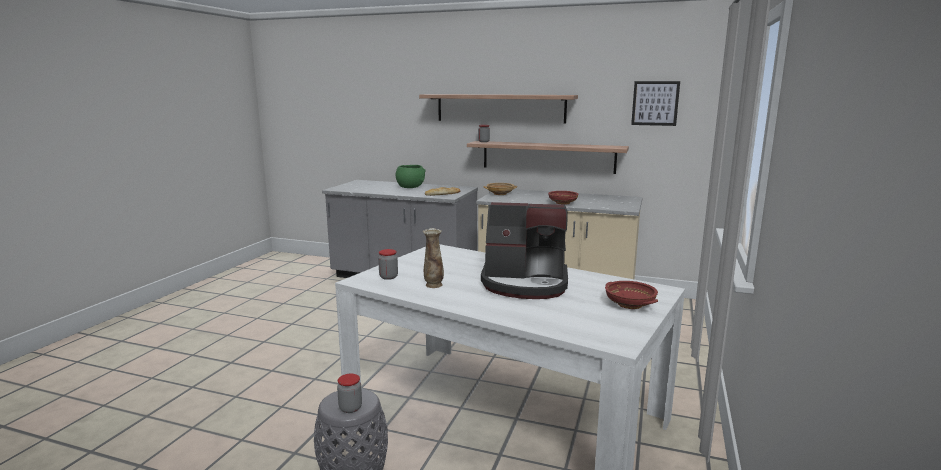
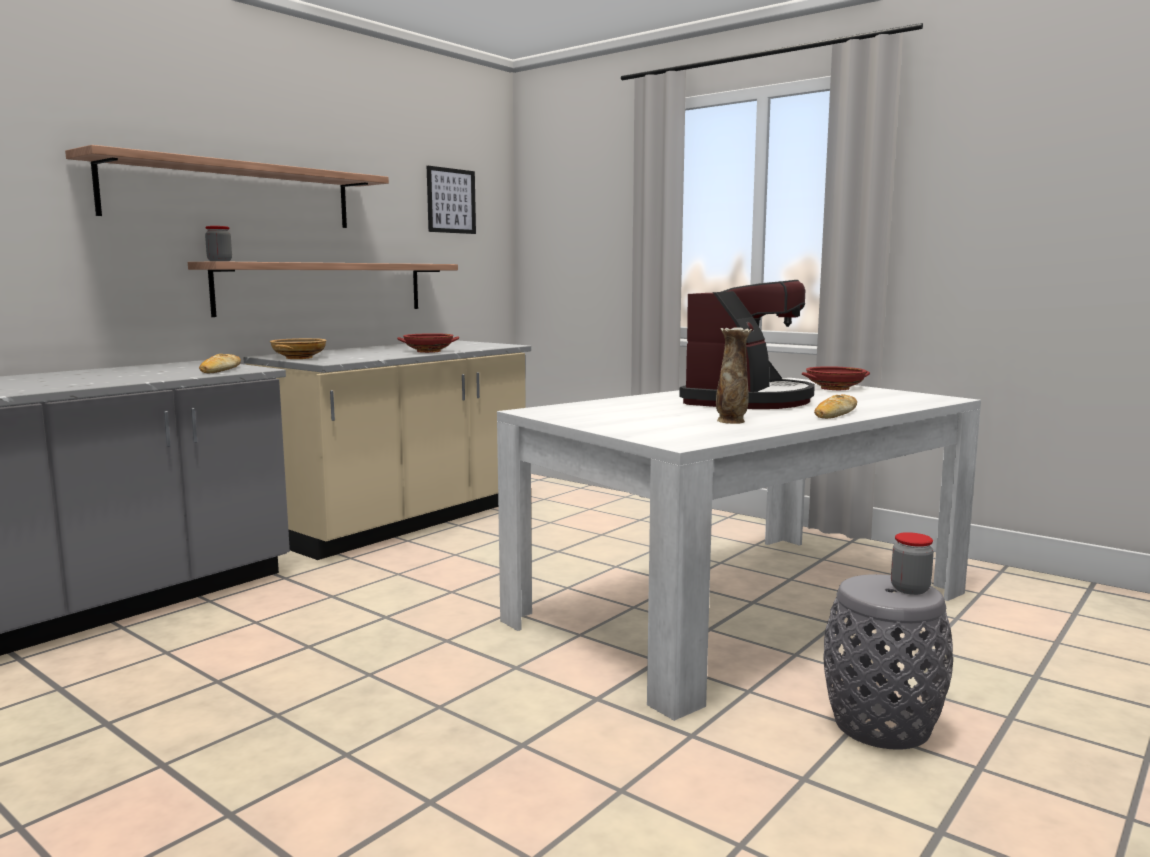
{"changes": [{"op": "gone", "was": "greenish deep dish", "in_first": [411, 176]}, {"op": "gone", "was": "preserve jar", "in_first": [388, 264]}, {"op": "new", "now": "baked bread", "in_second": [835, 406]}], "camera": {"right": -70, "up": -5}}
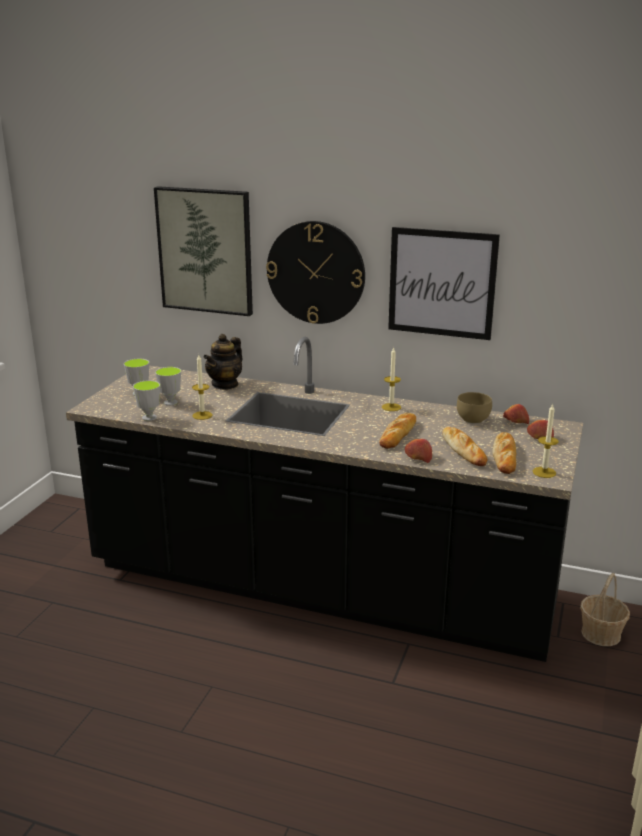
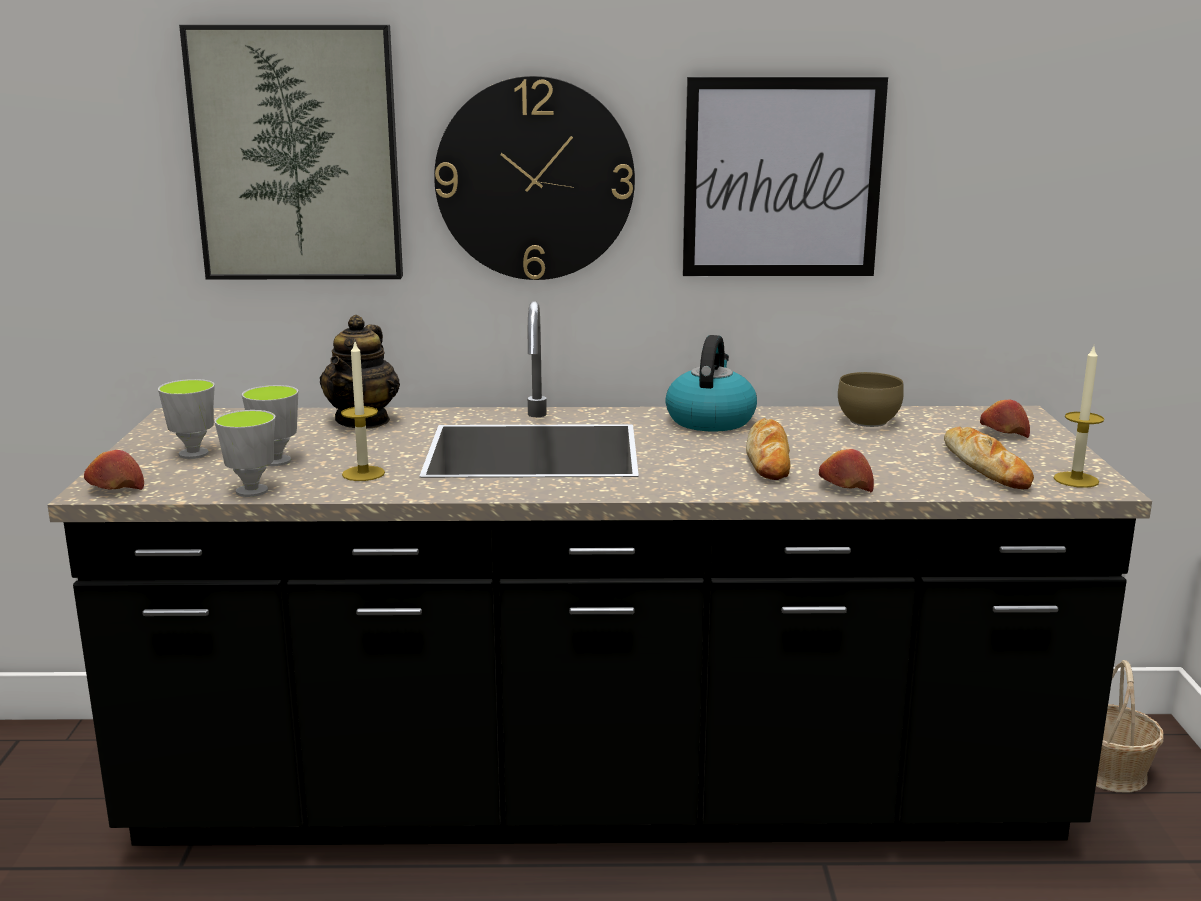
{"changes": [{"op": "swapped", "was": "wax light", "now": "kettle", "in_first": [391, 379], "in_second": [711, 383]}, {"op": "shifted", "was": "whole apple", "in_first": [516, 414], "in_second": [114, 470]}, {"op": "gone", "was": "baked bread", "in_first": [465, 446]}], "camera": {"right": -20, "up": -5}}
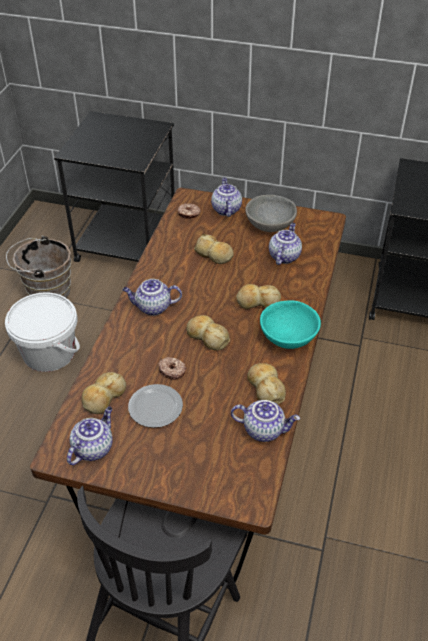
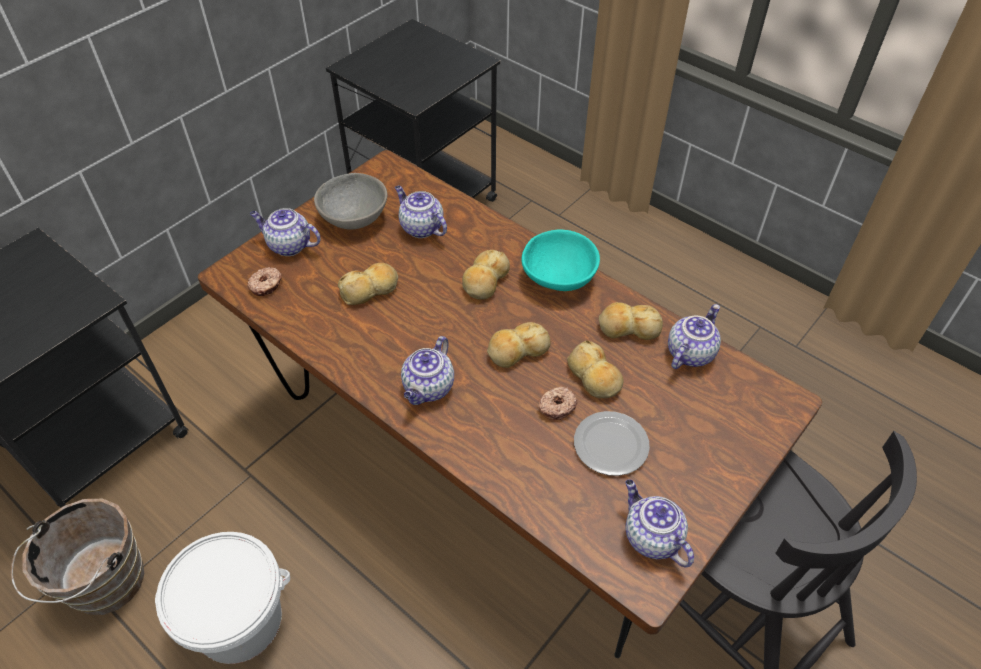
{"changes": [{"op": "shifted", "was": "baked bread", "in_first": [104, 393], "in_second": [595, 369]}], "camera": {"right": -65, "up": 5}}
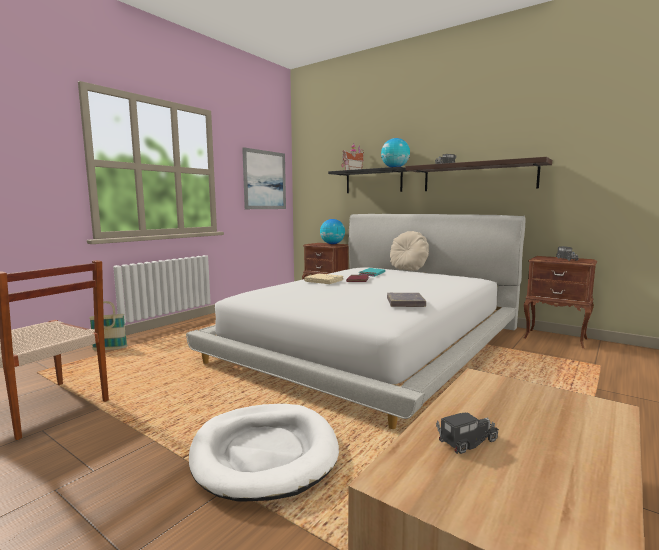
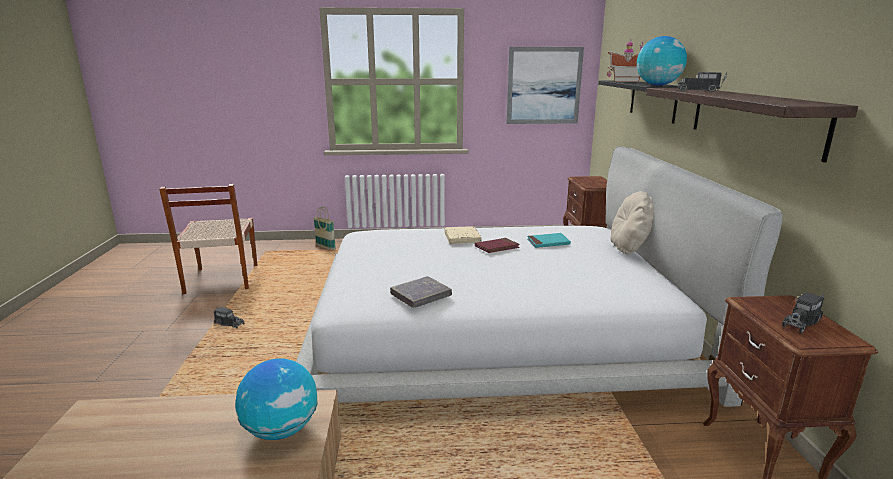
{"changes": [{"op": "shifted", "was": "world globe", "in_first": [332, 231], "in_second": [276, 399]}, {"op": "gone", "was": "white-coloured dog bed", "in_first": [264, 453]}, {"op": "shifted", "was": "model truck", "in_first": [467, 433], "in_second": [229, 317]}], "camera": {"right": 50, "up": 10}}
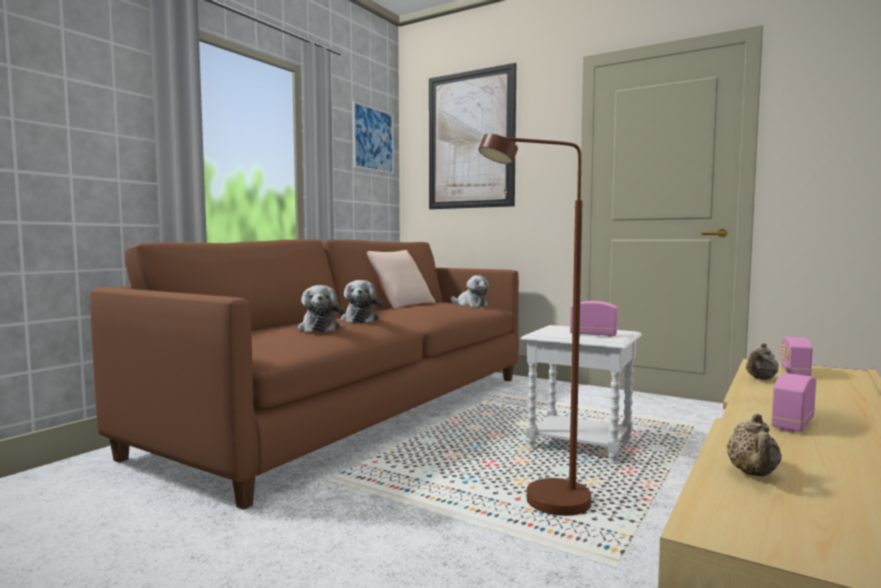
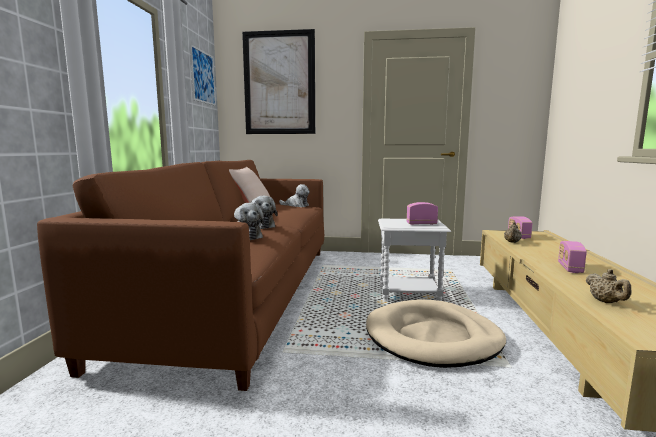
{"changes": [{"op": "swapped", "was": "brownish floor lamp", "now": "beige-coloured dog bed", "in_first": [534, 325], "in_second": [436, 333]}], "camera": {"right": -25, "up": 5}}
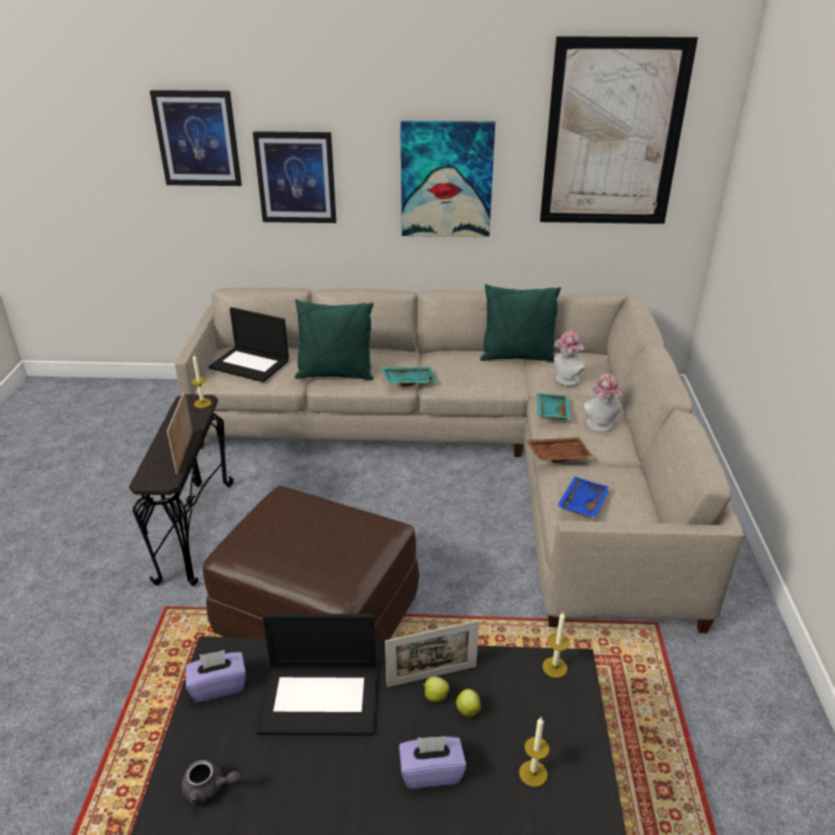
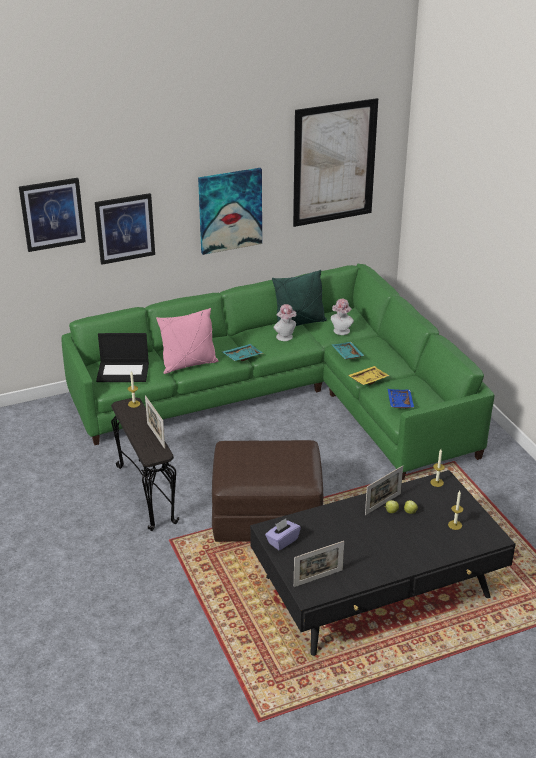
{"changes": [{"op": "repainted", "was": "beige-coloured couch", "now": "greenish couch", "in_first": [459, 460], "in_second": [278, 372]}, {"op": "repainted", "was": "greenish cushion", "now": "pinkish cushion", "in_first": [334, 339], "in_second": [187, 341]}, {"op": "shifted", "was": "hat", "in_first": [603, 402], "in_second": [284, 322]}, {"op": "repainted", "was": "brownish carrying tray", "now": "yellowish carrying tray", "in_first": [559, 450], "in_second": [368, 375]}, {"op": "gone", "was": "laptop", "in_first": [317, 674]}, {"op": "gone", "was": "purple tissue holder", "in_first": [433, 762]}, {"op": "swapped", "was": "greyish pot for tea", "now": "picture frame", "in_first": [211, 783], "in_second": [319, 564]}], "camera": {"right": -25, "up": 0}}
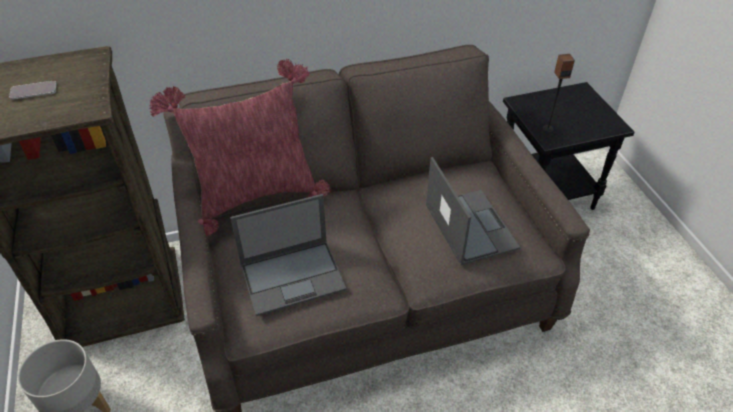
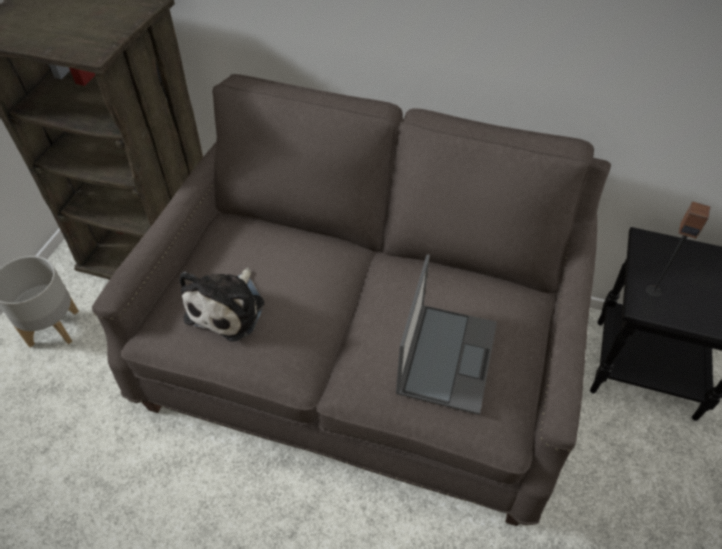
{"changes": [{"op": "gone", "was": "red cushion", "in_first": [240, 147]}, {"op": "gone", "was": "telephone", "in_first": [33, 90]}, {"op": "swapped", "was": "laptop", "now": "cuddly toy", "in_first": [288, 255], "in_second": [221, 304]}], "camera": {"right": 35, "up": 5}}
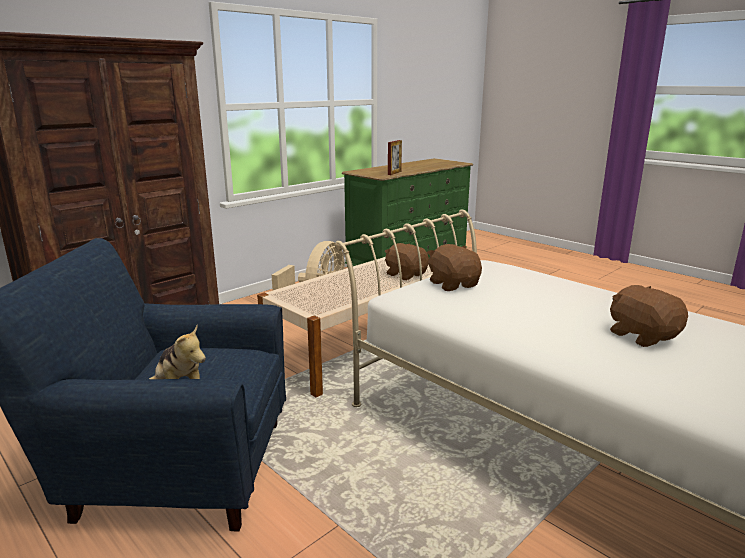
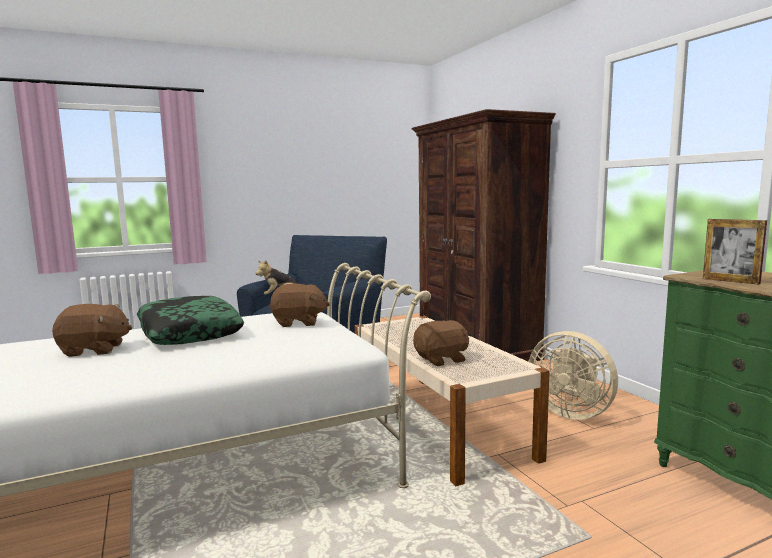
{"changes": [{"op": "new", "now": "cushion", "in_second": [190, 320]}], "camera": {"right": 110, "up": -10}}
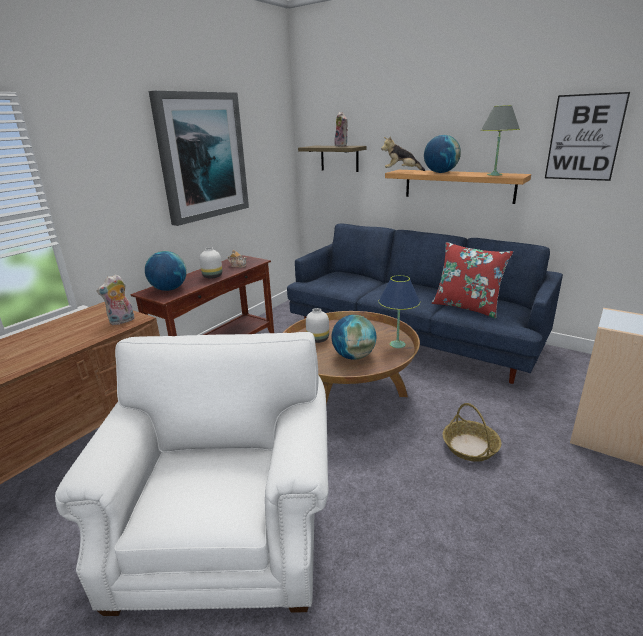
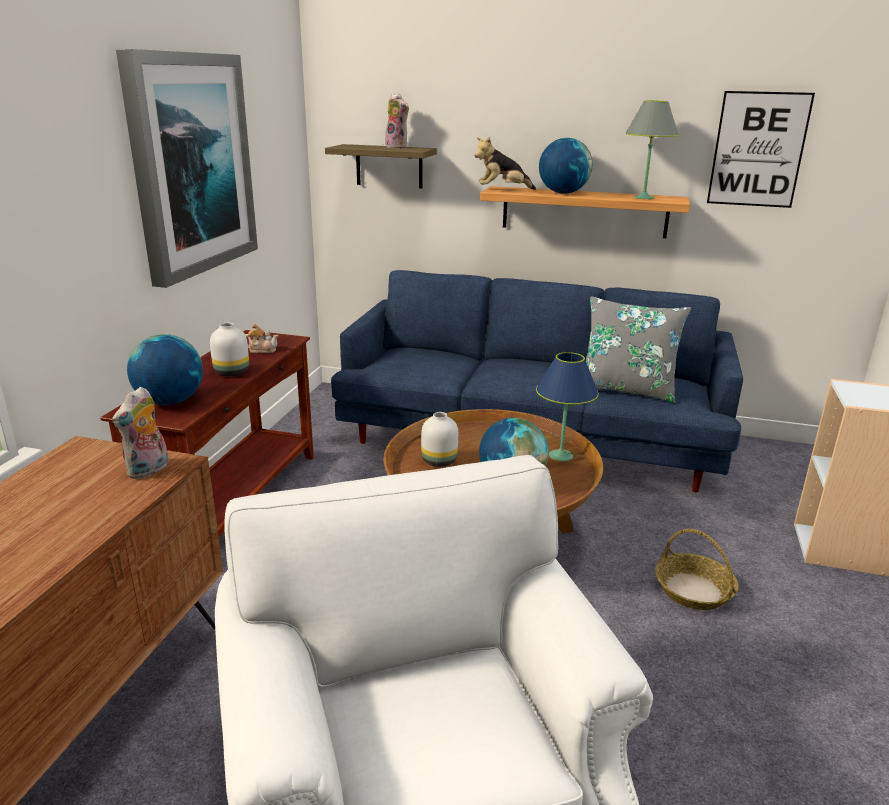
{"changes": [{"op": "repainted", "was": "red cushion", "now": "greyish cushion", "in_first": [472, 280], "in_second": [638, 349]}], "camera": {"right": -20, "up": 0}}
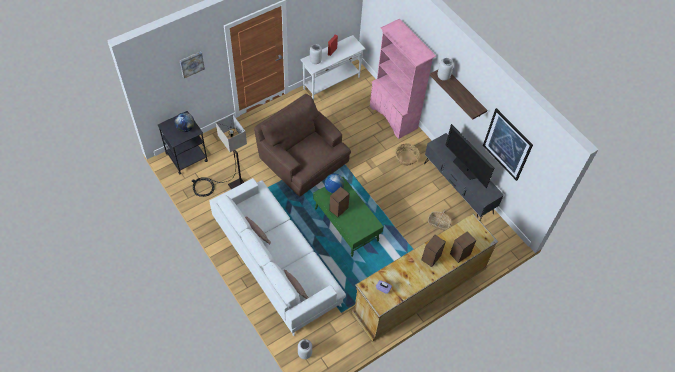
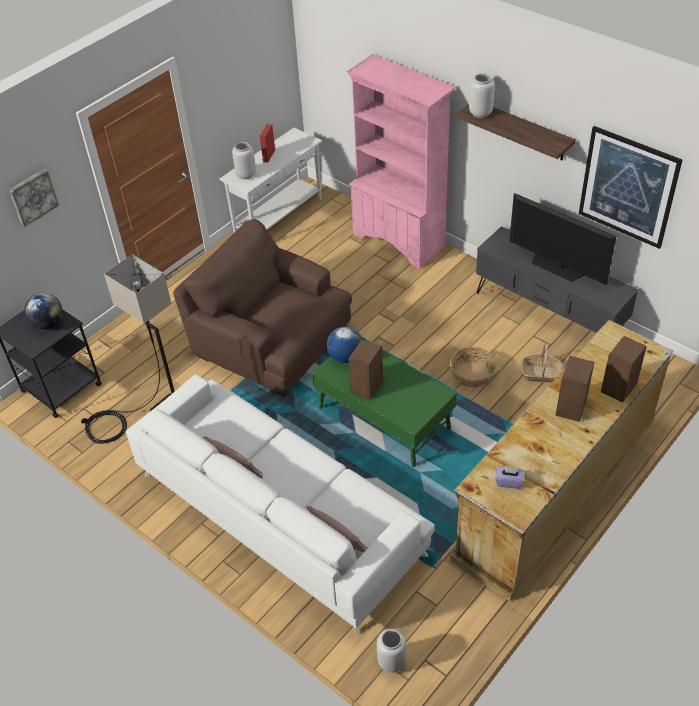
{"changes": [{"op": "shifted", "was": "household basket", "in_first": [407, 154], "in_second": [473, 367]}], "camera": {"right": -10, "up": -10}}
